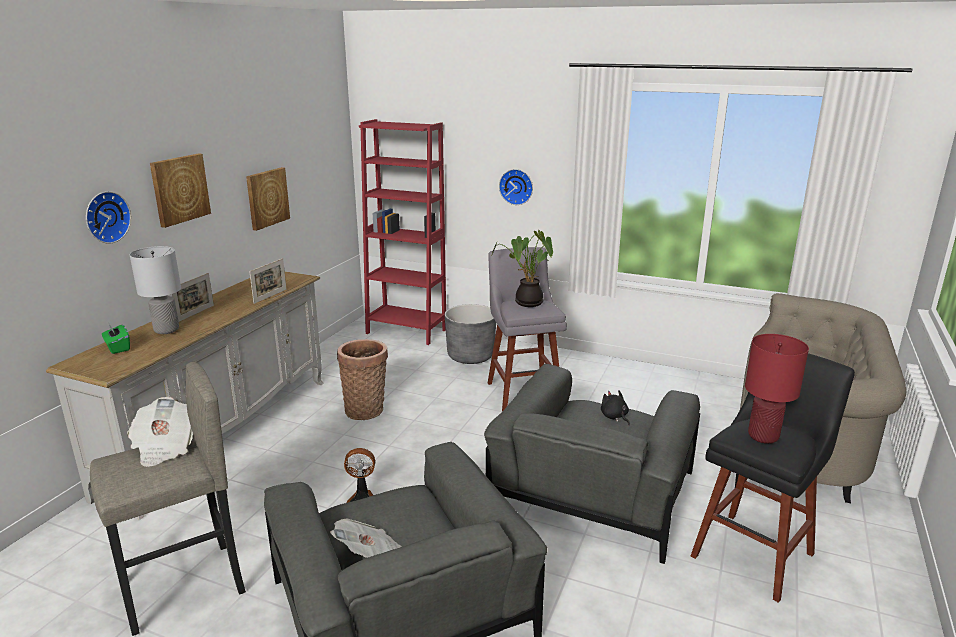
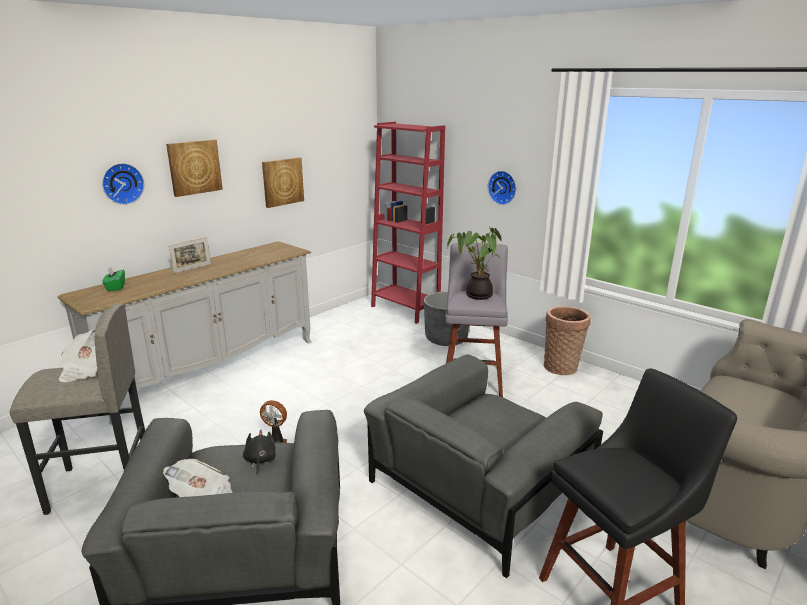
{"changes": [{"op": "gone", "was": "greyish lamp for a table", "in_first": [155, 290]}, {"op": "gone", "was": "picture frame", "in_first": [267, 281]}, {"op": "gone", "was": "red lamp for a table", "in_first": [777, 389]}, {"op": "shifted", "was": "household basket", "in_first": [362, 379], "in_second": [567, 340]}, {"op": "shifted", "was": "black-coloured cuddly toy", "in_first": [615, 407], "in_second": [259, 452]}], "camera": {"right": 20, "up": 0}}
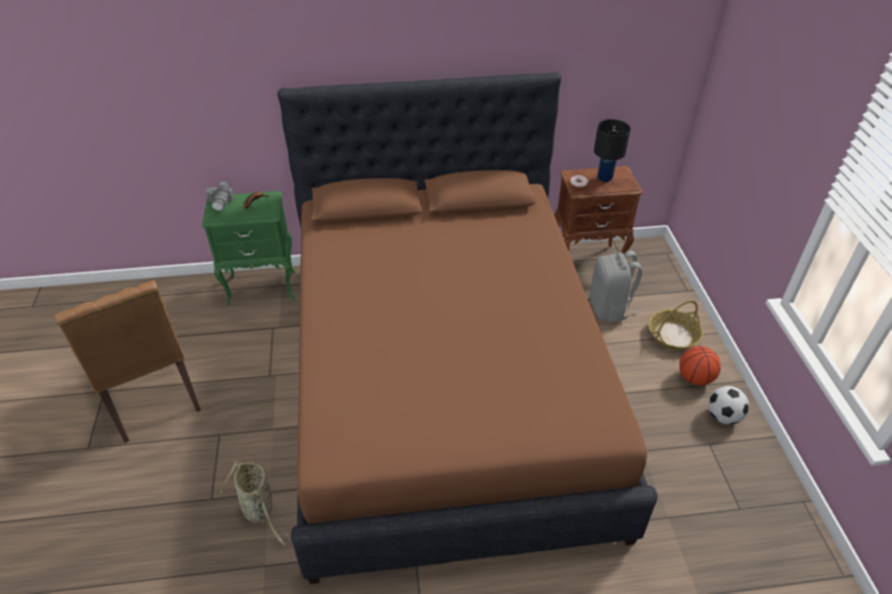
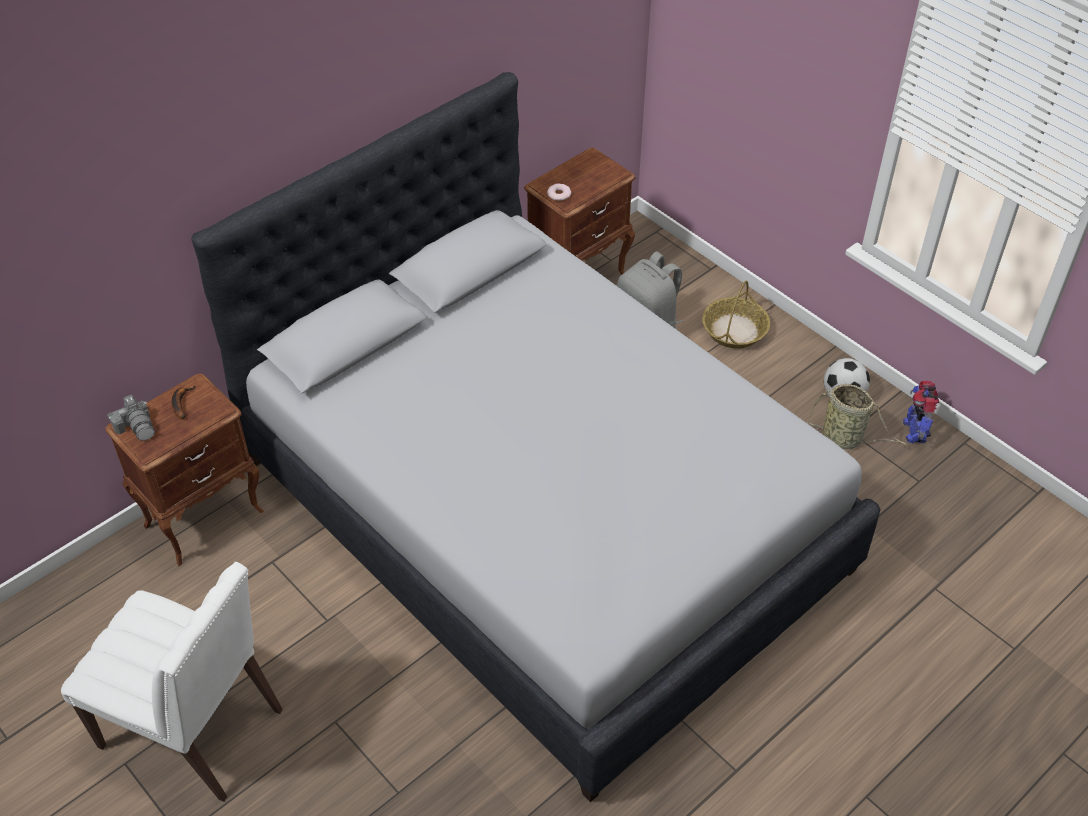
{"changes": [{"op": "repainted", "was": "brownish sleeping bed", "now": "greyish sleeping bed", "in_first": [467, 328], "in_second": [536, 437]}, {"op": "gone", "was": "black-coloured lamp for a table", "in_first": [612, 150]}, {"op": "repainted", "was": "greenish night table", "now": "brownish night table", "in_first": [249, 248], "in_second": [185, 470]}, {"op": "repainted", "was": "brownish upright chair", "now": "white-coloured upright chair", "in_first": [127, 361], "in_second": [172, 682]}, {"op": "gone", "was": "basketball ball", "in_first": [700, 366]}, {"op": "shifted", "was": "household basket", "in_first": [255, 503], "in_second": [857, 416]}, {"op": "new", "now": "toy robot", "in_second": [921, 412]}], "camera": {"right": -35, "up": 5}}
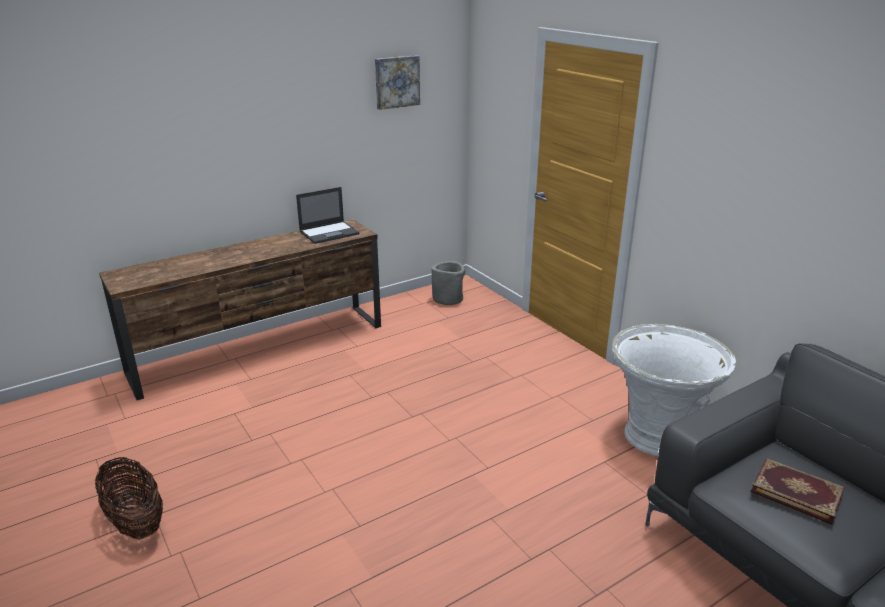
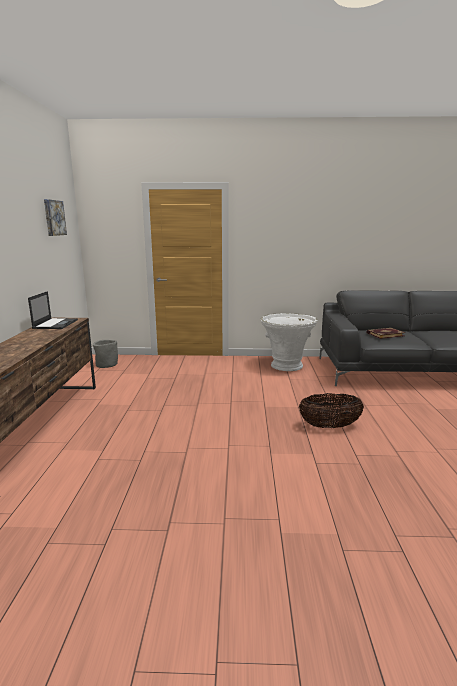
{"changes": [{"op": "shifted", "was": "household basket", "in_first": [129, 498], "in_second": [331, 410]}], "camera": {"right": -55, "up": -10}}
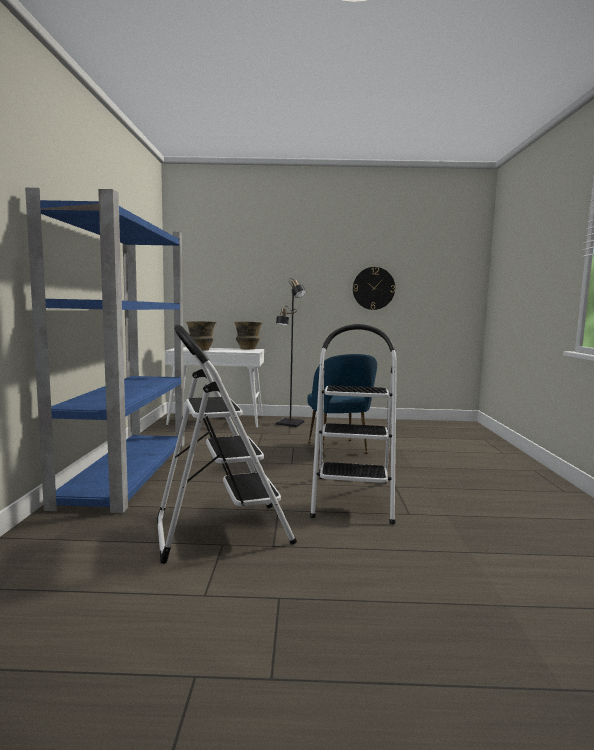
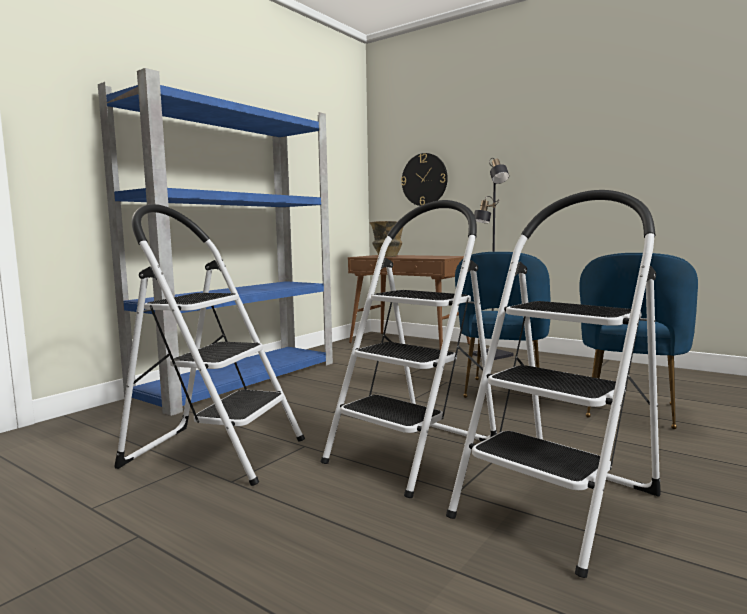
{"changes": [{"op": "shifted", "was": "hanging clock", "in_first": [374, 288], "in_second": [424, 179]}, {"op": "gone", "was": "flower vase", "in_first": [248, 335]}, {"op": "repainted", "was": "white-coloured hall table", "now": "brownish hall table", "in_first": [214, 387], "in_second": [409, 302]}, {"op": "new", "now": "step stool", "in_second": [553, 384]}, {"op": "new", "now": "bluish upright chair", "in_second": [638, 341]}], "camera": {"right": 35, "up": 0}}
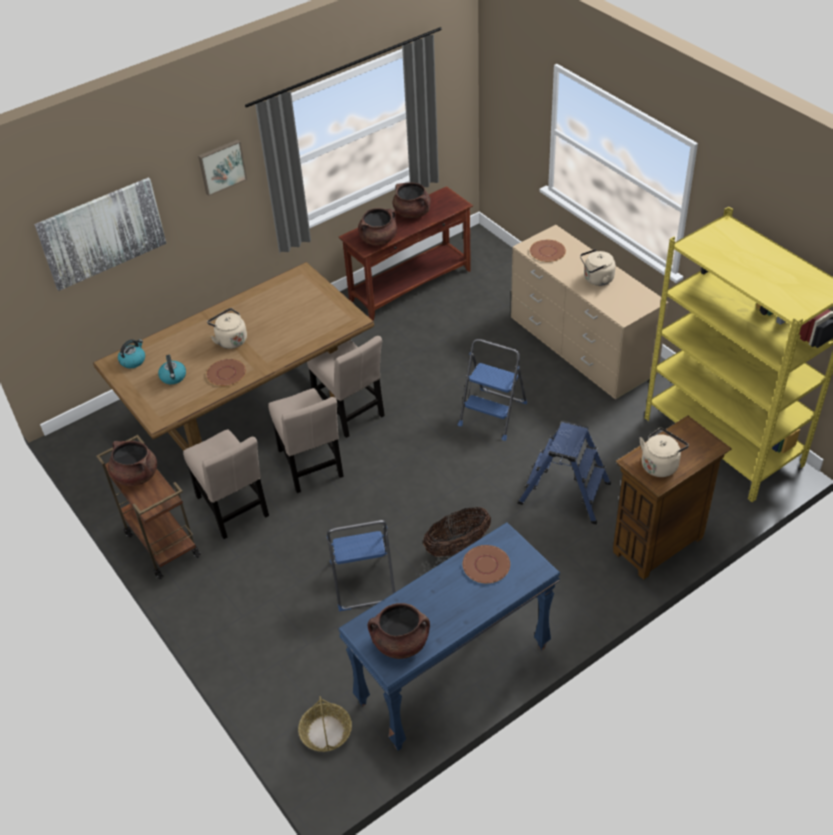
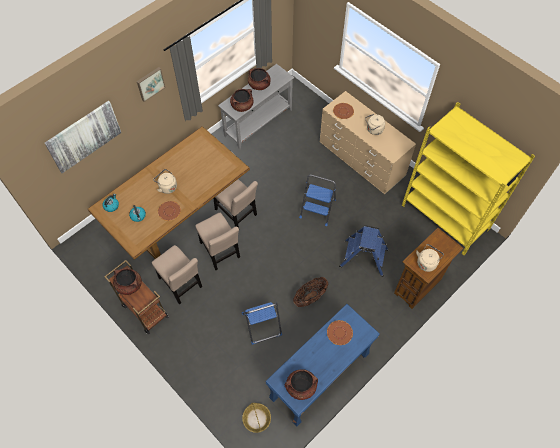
{"changes": [{"op": "repainted", "was": "brownish hall table", "now": "greyish hall table", "in_first": [406, 253], "in_second": [256, 106]}], "camera": {"right": -10, "up": 15}}
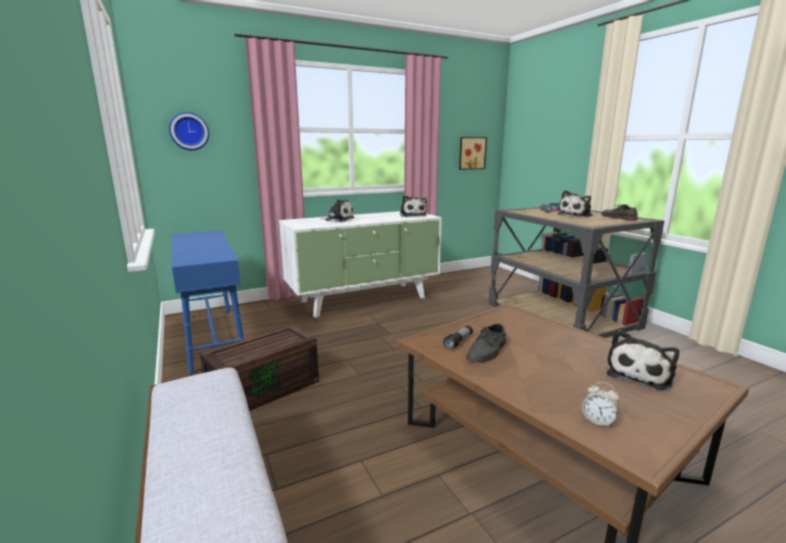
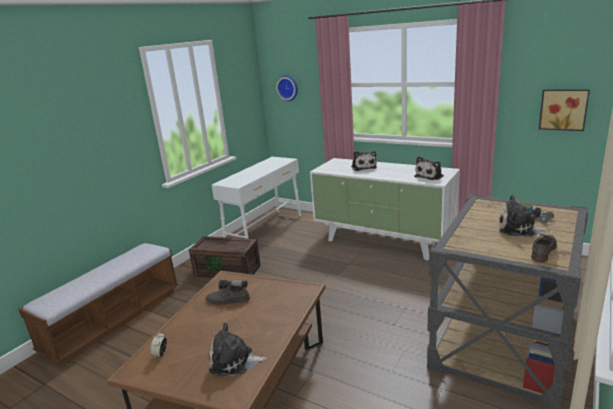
{"changes": [{"op": "repainted", "was": "bluish hall table", "now": "white-coloured hall table", "in_first": [208, 302], "in_second": [256, 198]}], "camera": {"right": 60, "up": 5}}
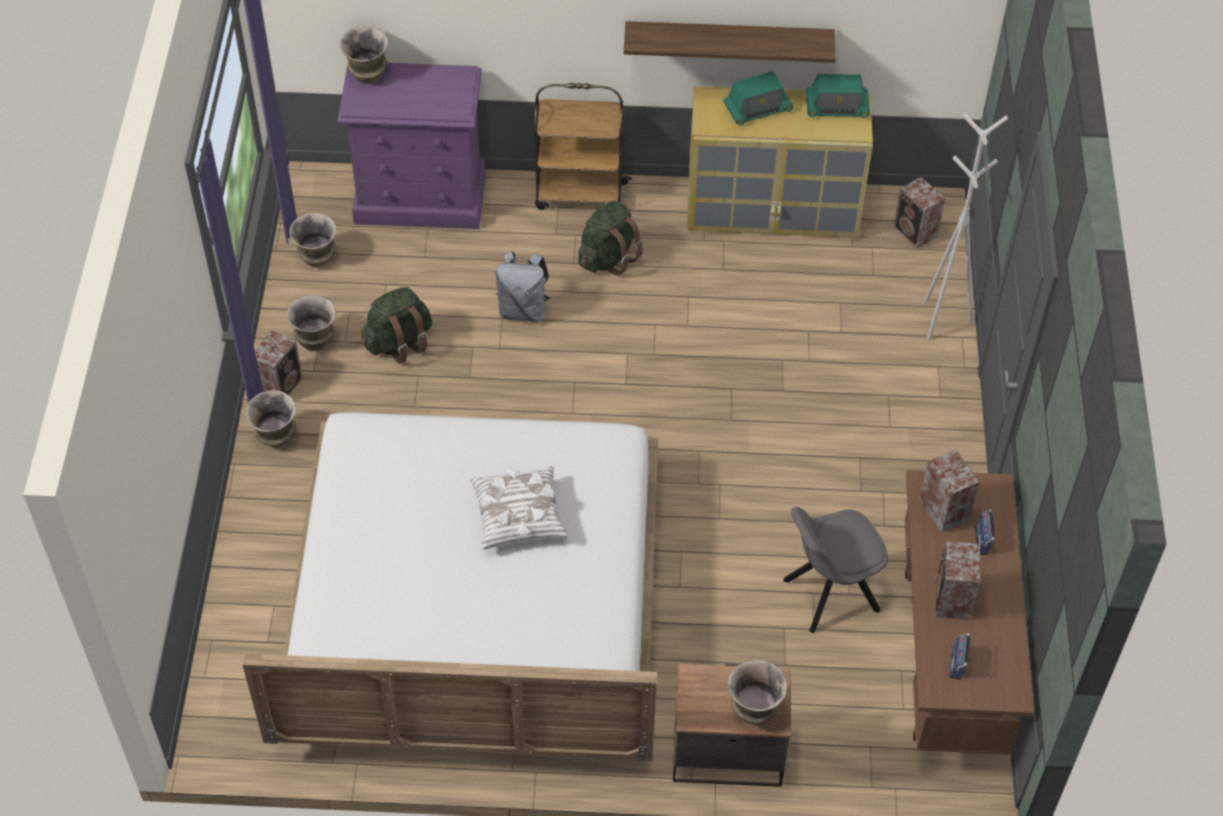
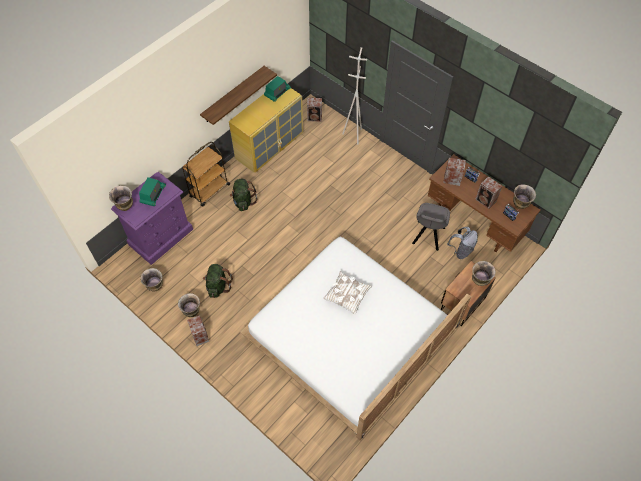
{"changes": [{"op": "shifted", "was": "radio set", "in_first": [758, 98], "in_second": [152, 191]}, {"op": "shifted", "was": "greyish rucksack", "in_first": [522, 286], "in_second": [462, 243]}, {"op": "shifted", "was": "flower vase", "in_first": [271, 418], "in_second": [524, 196]}], "camera": {"right": -50, "up": 5}}
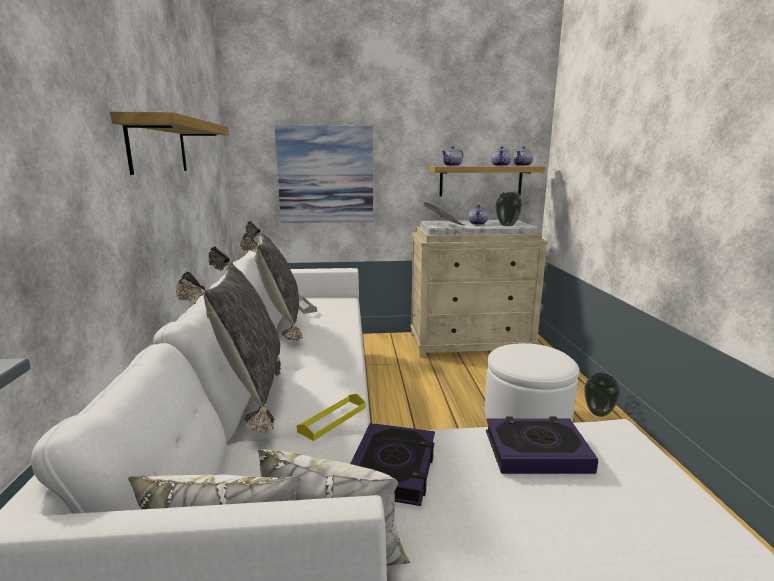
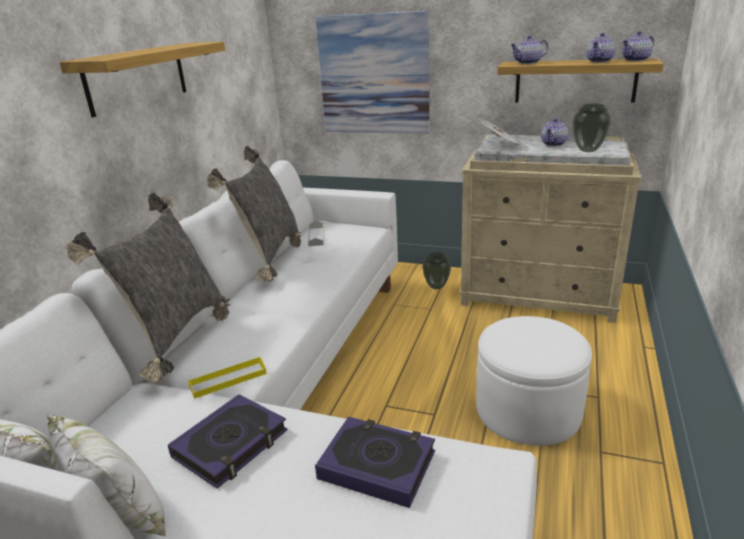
{"changes": [{"op": "shifted", "was": "flower vase", "in_first": [602, 395], "in_second": [436, 271]}], "camera": {"right": 25, "up": 10}}
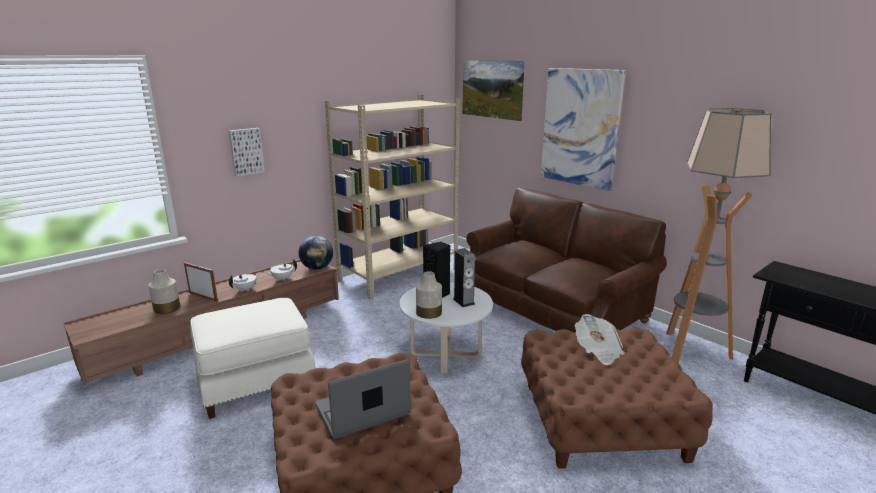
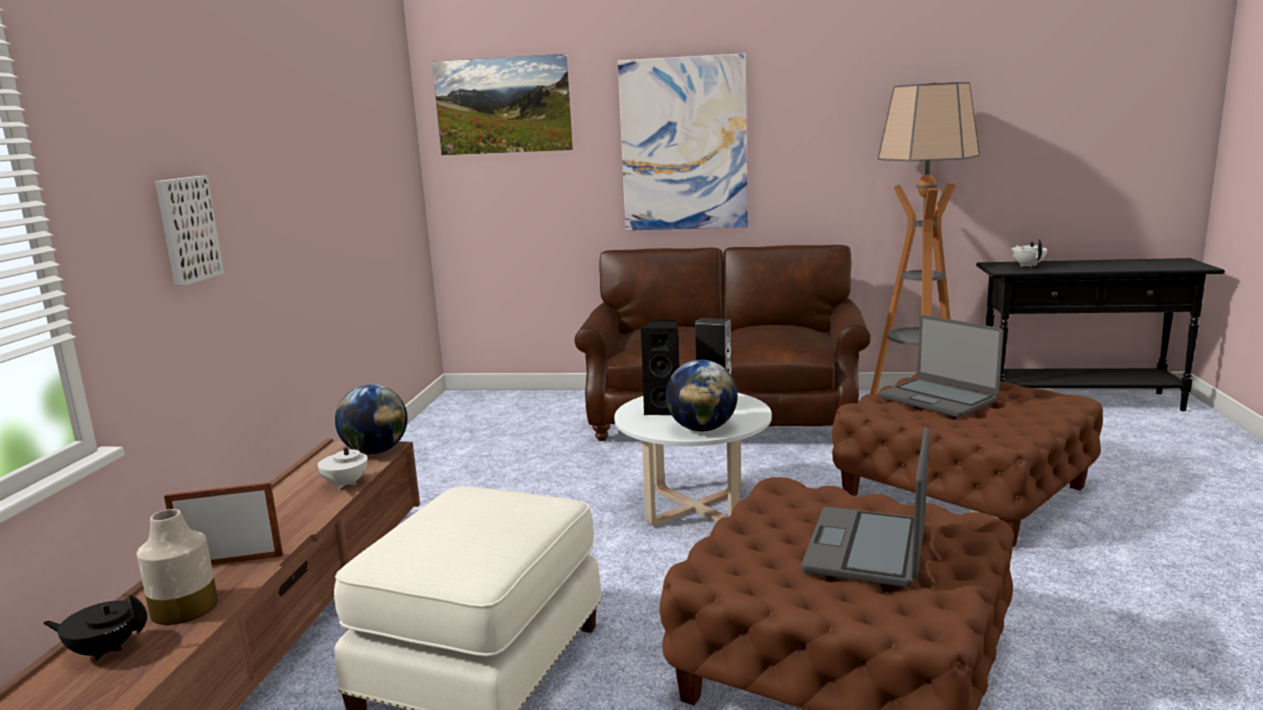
{"changes": [{"op": "gone", "was": "beige-coloured bookcase", "in_first": [392, 197]}, {"op": "swapped", "was": "beige-coloured flower vase", "now": "world globe", "in_first": [429, 295], "in_second": [702, 395]}, {"op": "shifted", "was": "white-coloured pot for tea", "in_first": [244, 282], "in_second": [1029, 253]}, {"op": "swapped", "was": "newspaper", "now": "laptop", "in_first": [599, 339], "in_second": [941, 366]}, {"op": "new", "now": "black-coloured pot for tea", "in_second": [95, 627]}], "camera": {"right": -40, "up": -5}}
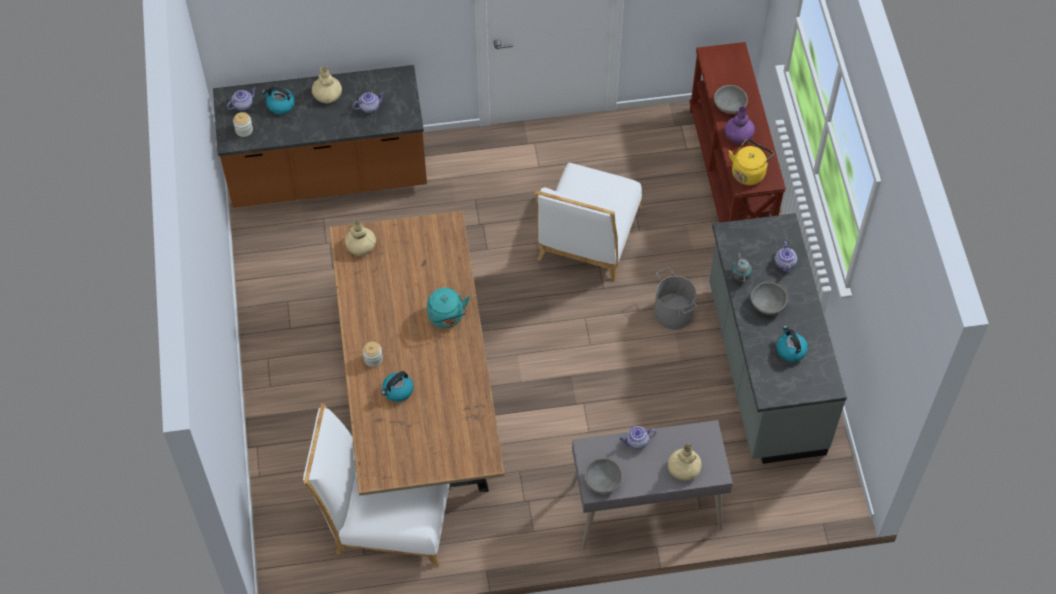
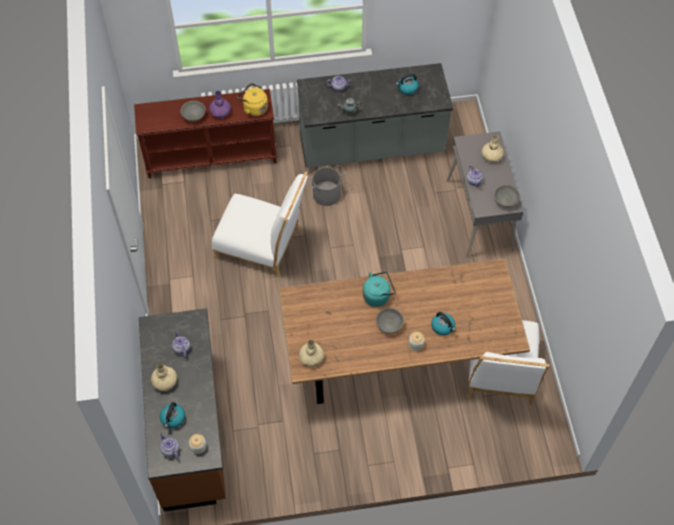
{"changes": [{"op": "shifted", "was": "greyish deep dish", "in_first": [769, 298], "in_second": [390, 321]}], "camera": {"right": -90, "up": 0}}
